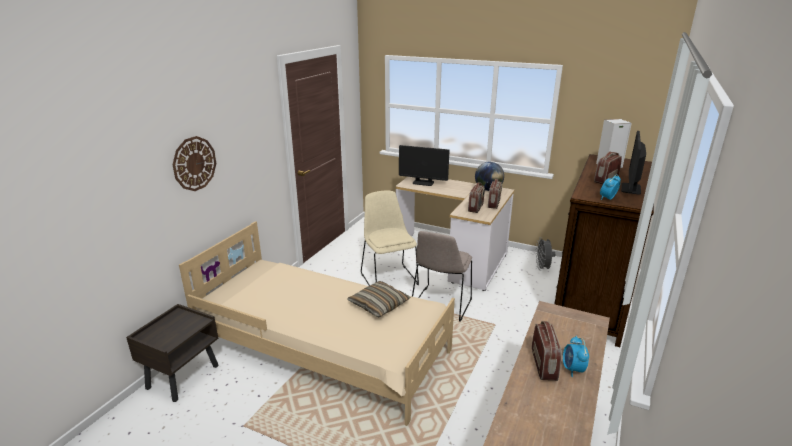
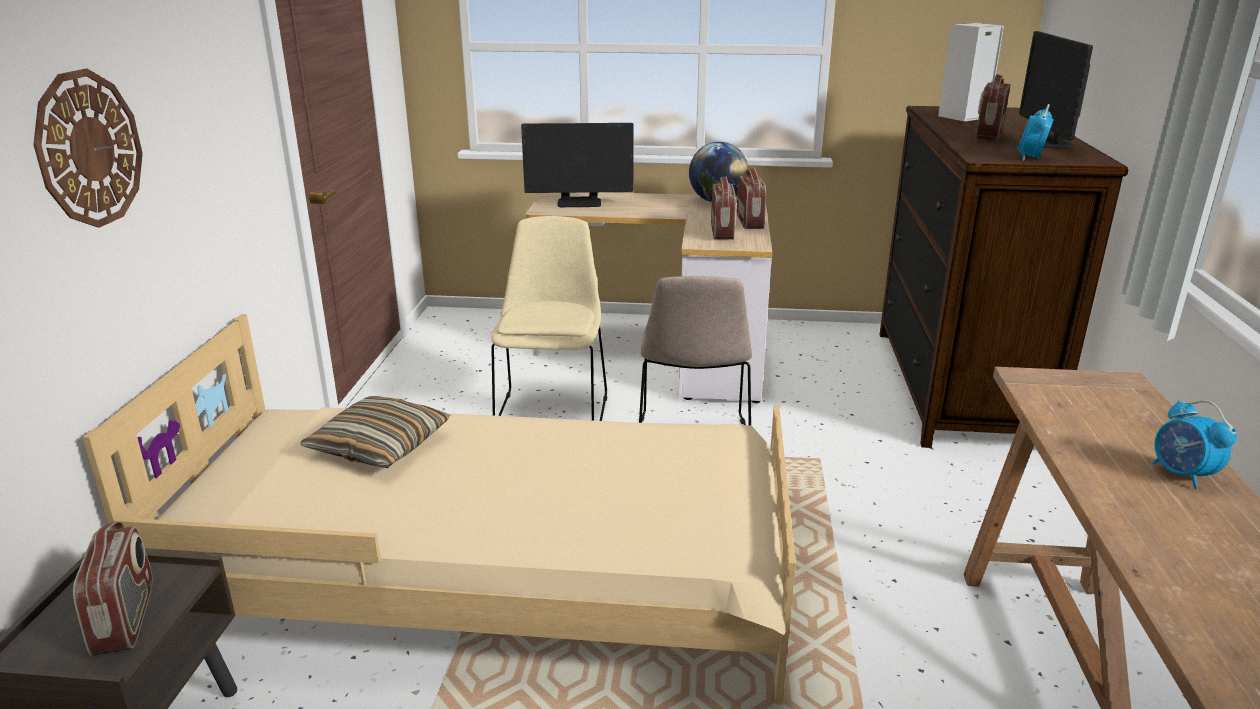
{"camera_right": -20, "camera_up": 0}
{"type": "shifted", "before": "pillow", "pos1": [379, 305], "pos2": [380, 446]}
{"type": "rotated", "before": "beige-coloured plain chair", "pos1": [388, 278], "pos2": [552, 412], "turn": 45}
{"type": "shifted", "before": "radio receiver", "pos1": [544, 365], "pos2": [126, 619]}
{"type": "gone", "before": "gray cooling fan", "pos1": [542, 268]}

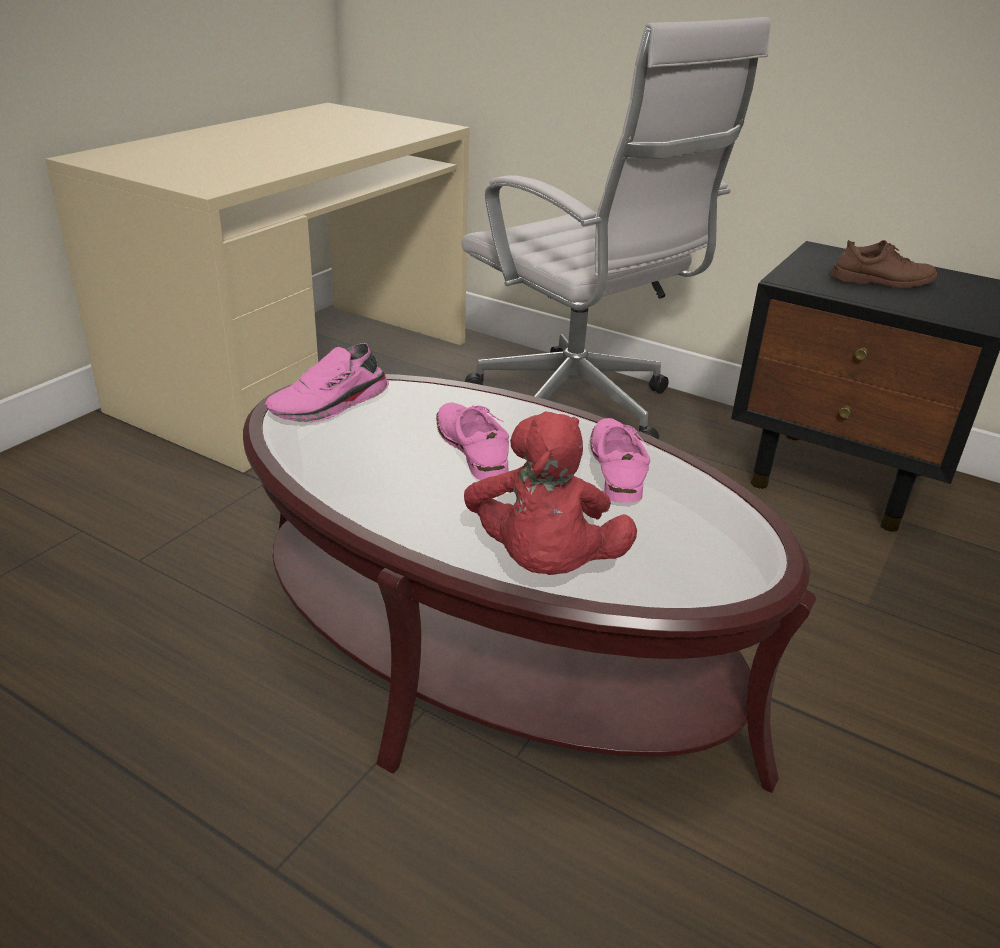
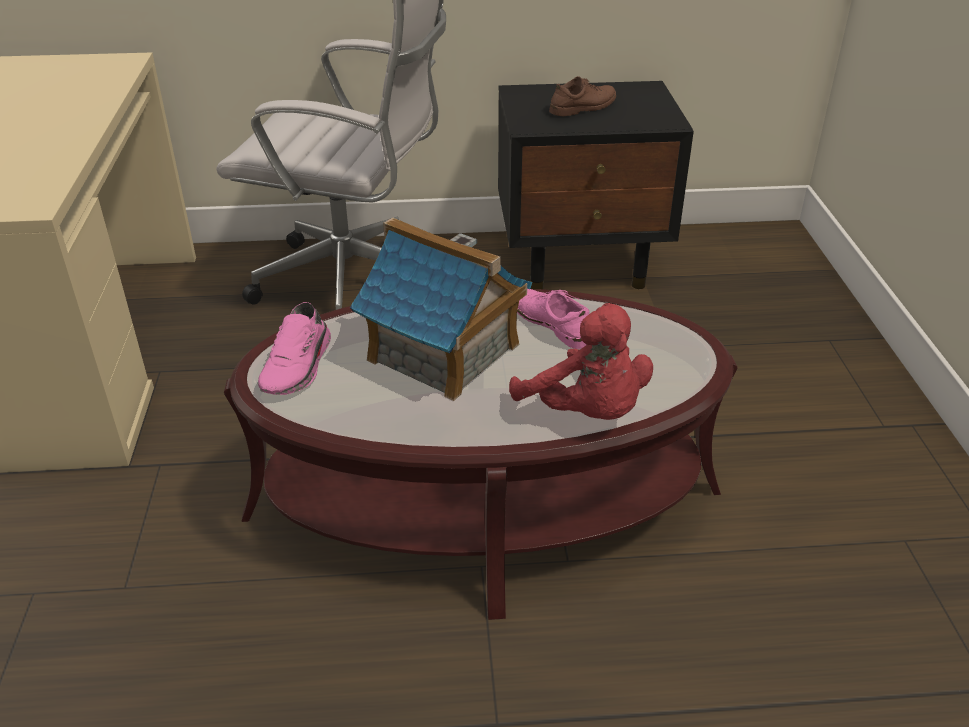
{"camera_right": -35, "camera_up": 5}
{"type": "swapped", "before": "pink-coloured shoe", "after": "model house", "pos1": [471, 448], "pos2": [444, 353]}

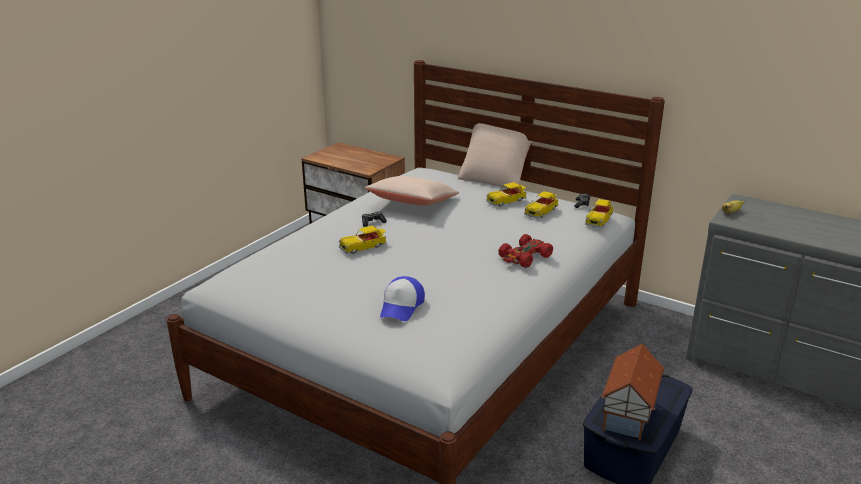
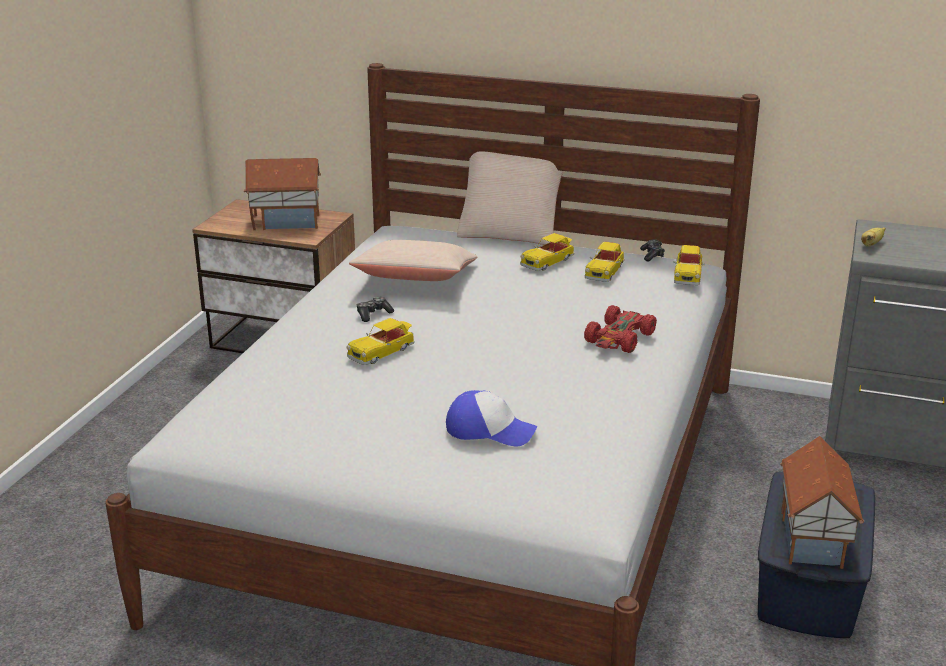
{"camera_right": -15, "camera_up": 0}
{"type": "rotated", "before": "peaked cap", "pos1": [402, 306], "pos2": [489, 430], "turn": -75}
{"type": "new", "after": "model house", "pos2": [285, 221]}

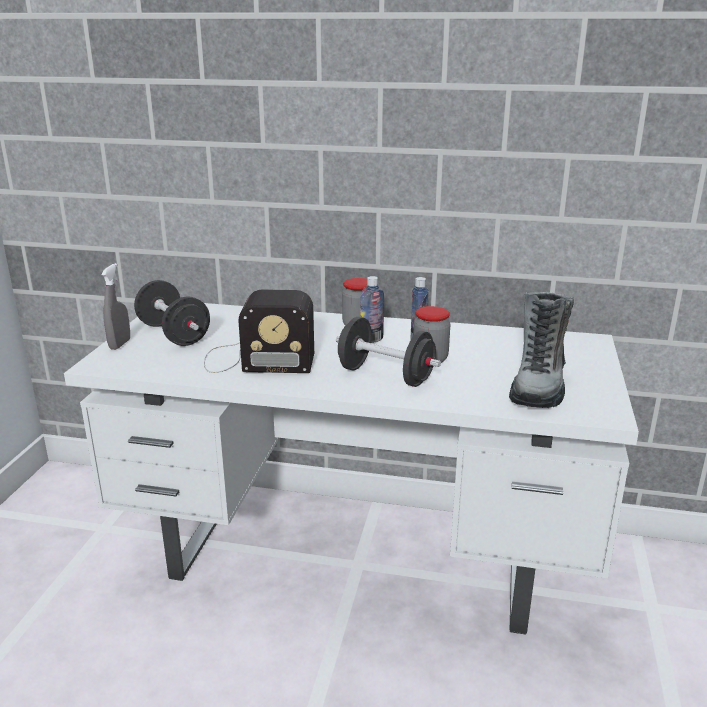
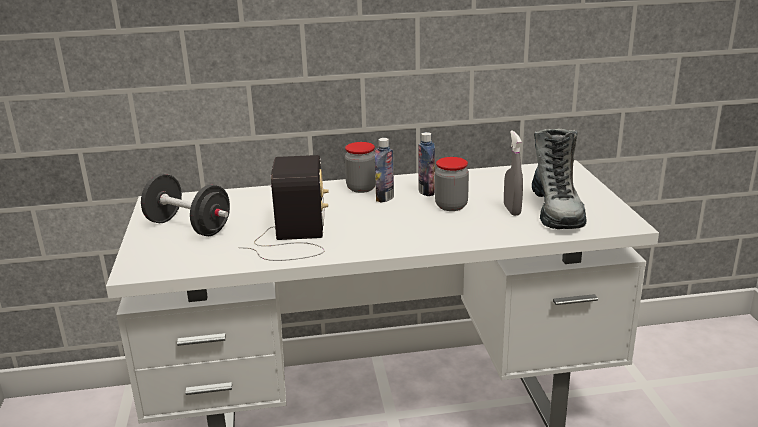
{"camera_right": -20, "camera_up": 0}
{"type": "shifted", "before": "gray sprayer", "pos1": [120, 344], "pos2": [512, 210]}
{"type": "rotated", "before": "radio receiver", "pos1": [255, 360], "pos2": [294, 236], "turn": -75}
{"type": "gone", "before": "blackish free weight", "pos1": [386, 375]}

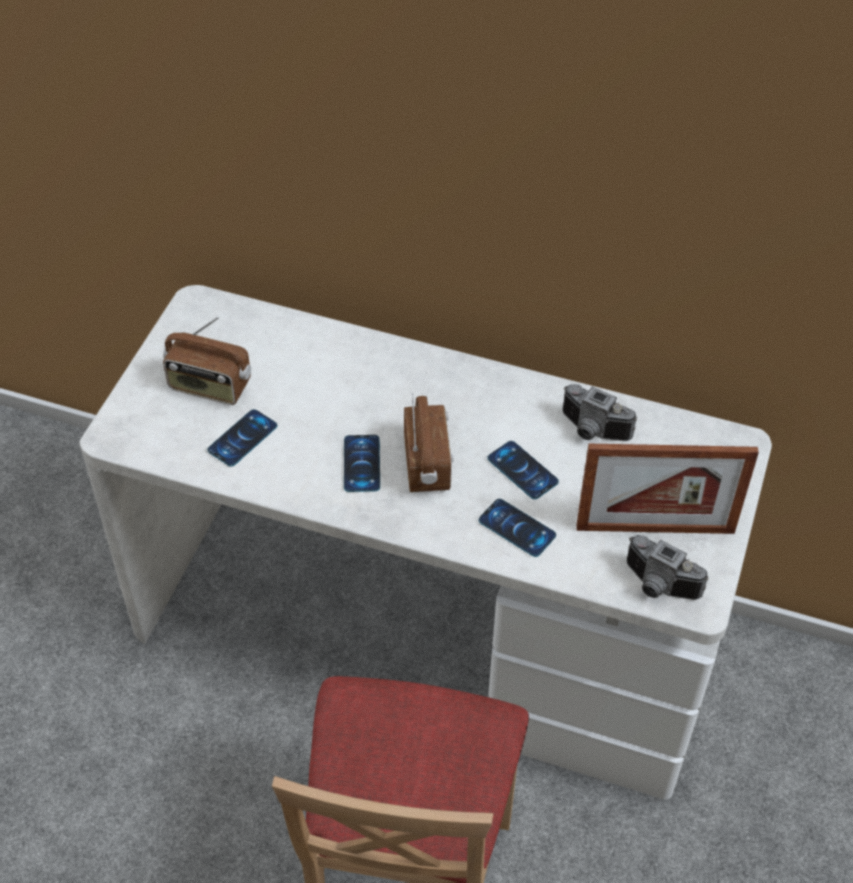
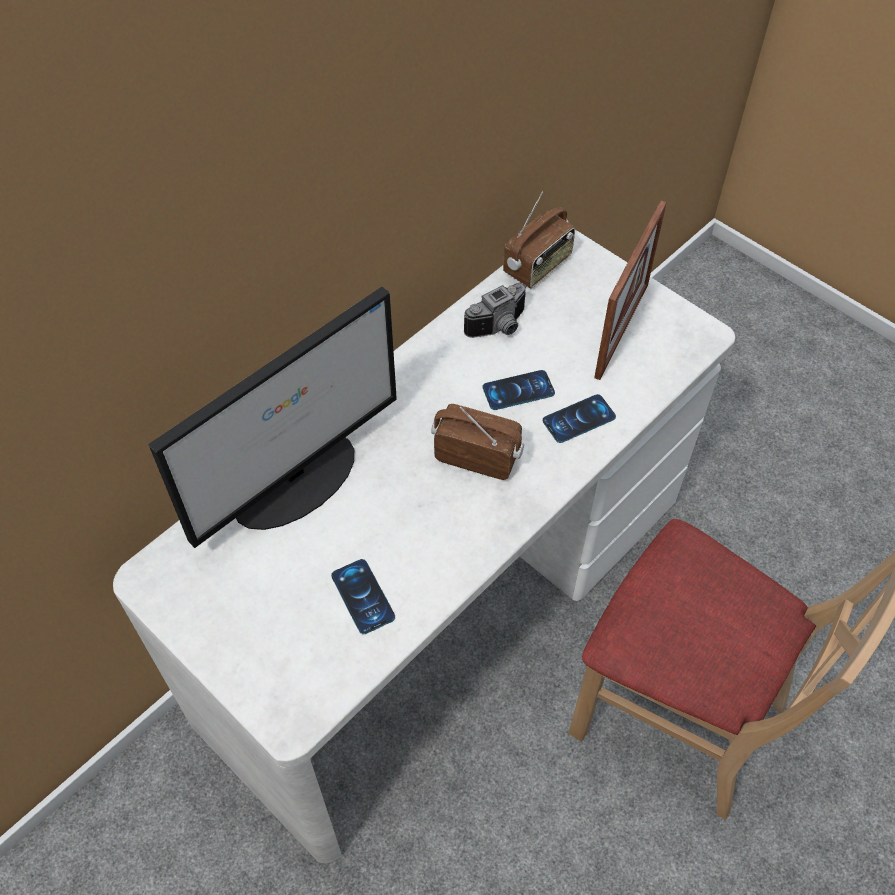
{"camera_right": -65, "camera_up": 5}
{"type": "shifted", "before": "radio receiver", "pos1": [209, 387], "pos2": [538, 266]}
{"type": "gone", "before": "phone", "pos1": [361, 463]}
{"type": "gone", "before": "photo camera", "pos1": [657, 586]}
{"type": "new", "after": "computer screen", "pos2": [297, 479]}

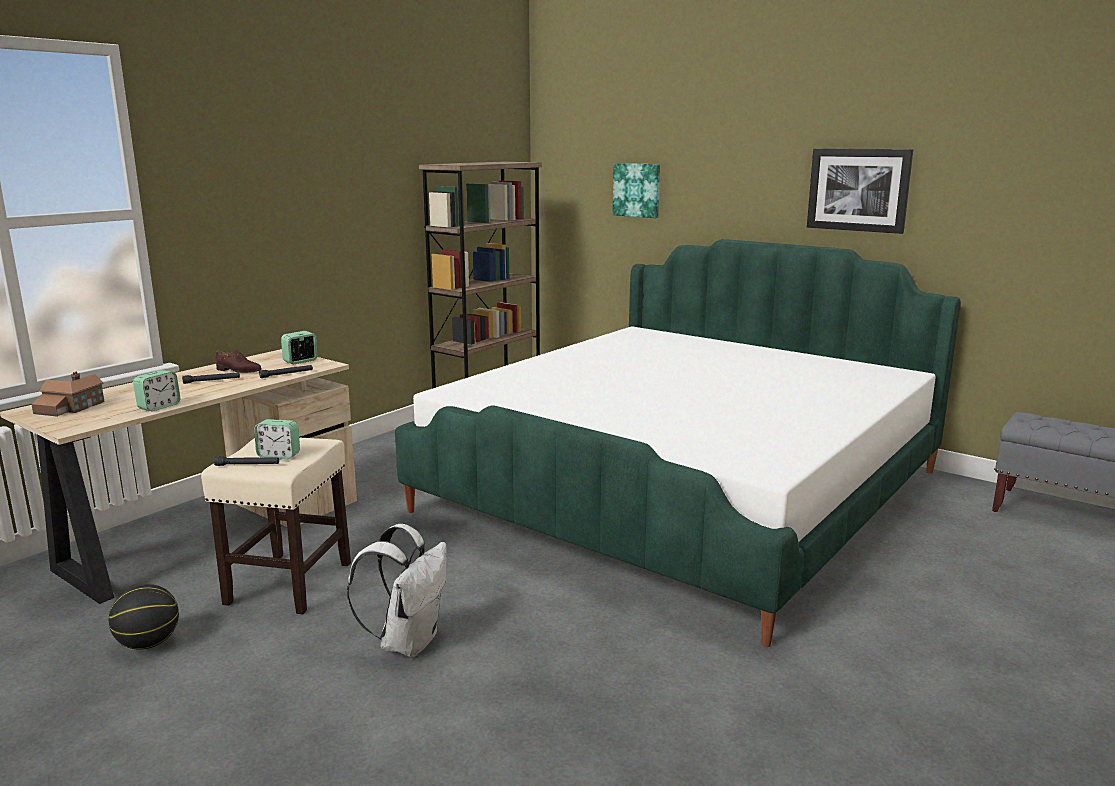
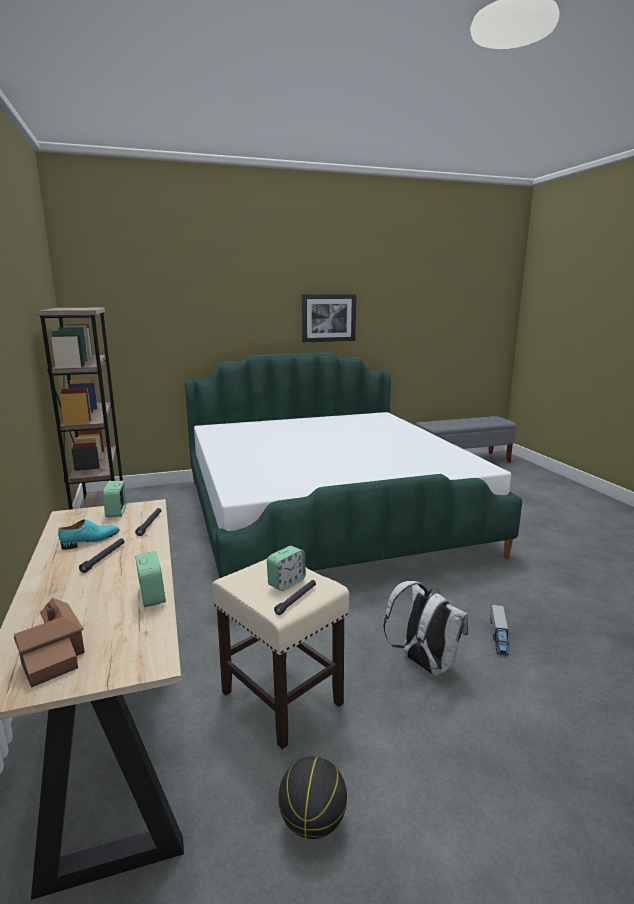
{"camera_right": -55, "camera_up": 0}
{"type": "repainted", "before": "brownish shoe", "after": "turquoise shoe", "pos1": [238, 370], "pos2": [91, 541]}
{"type": "gone", "before": "picture", "pos1": [637, 190]}
{"type": "new", "after": "model truck", "pos2": [499, 636]}

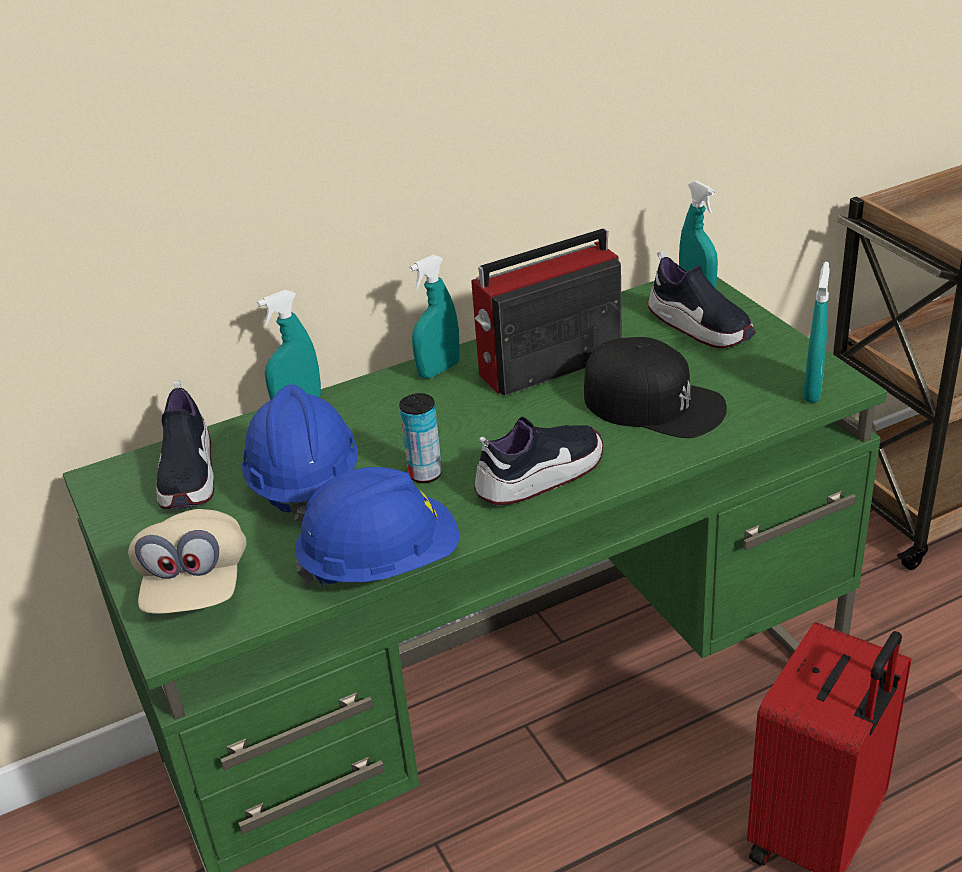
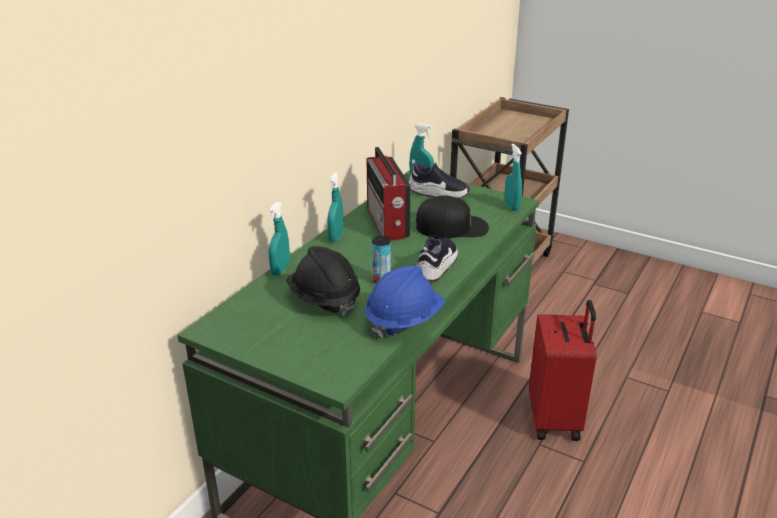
{"camera_right": -35, "camera_up": -5}
{"type": "gone", "before": "beige-coloured peaked cap", "pos1": [196, 586]}
{"type": "gone", "before": "shoe", "pos1": [188, 475]}
{"type": "repainted", "before": "blue work helmet", "after": "blackish work helmet", "pos1": [304, 481], "pos2": [324, 299]}
{"type": "rotated", "before": "radio receiver", "pos1": [547, 366], "pos2": [387, 223], "turn": -45}

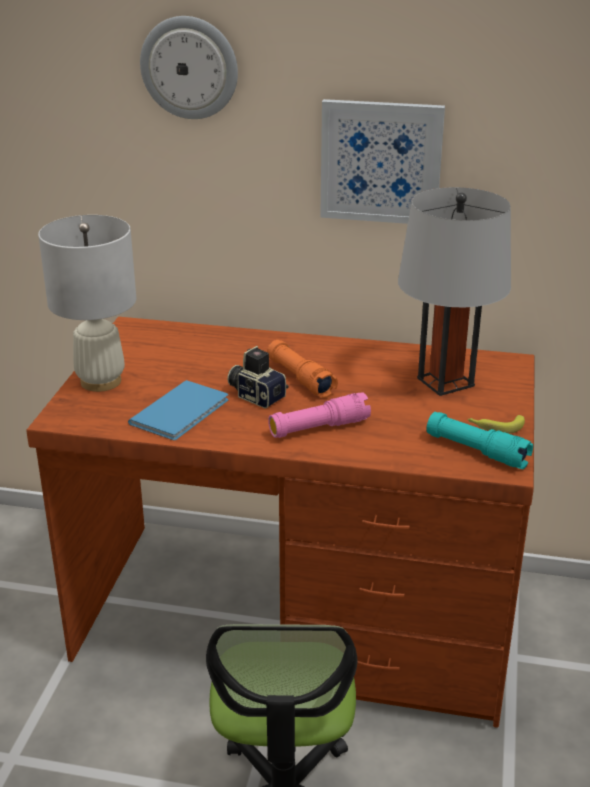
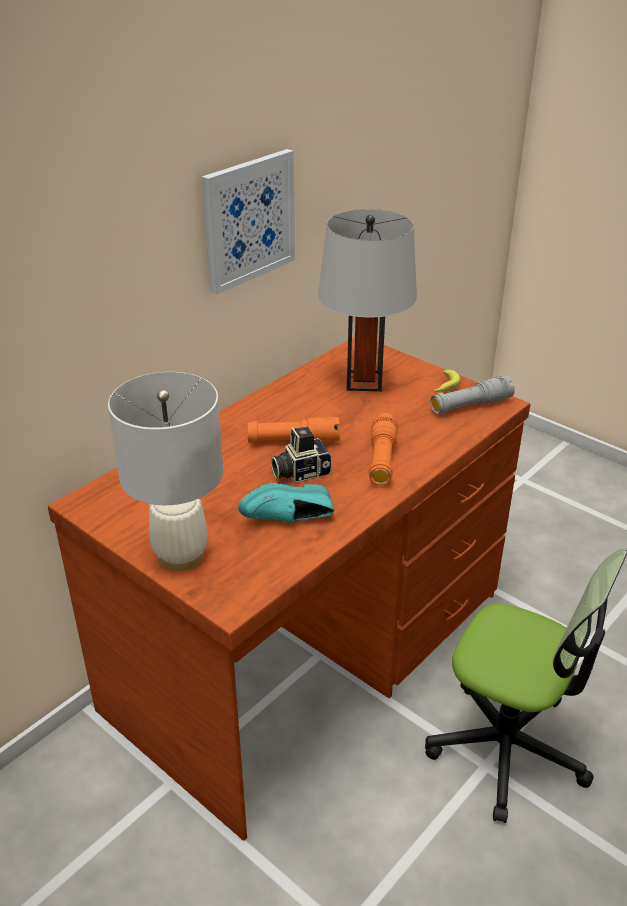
{"camera_right": -60, "camera_up": 5}
{"type": "swapped", "before": "blue bound book", "after": "turquoise shoe", "pos1": [183, 411], "pos2": [290, 520]}
{"type": "gone", "before": "hanging clock", "pos1": [189, 67]}
{"type": "repainted", "before": "pink-coloured hand torch", "after": "orange-coloured hand torch", "pos1": [319, 428], "pos2": [382, 459]}
{"type": "repainted", "before": "turquoise hand torch", "after": "gray hand torch", "pos1": [476, 451], "pos2": [470, 406]}

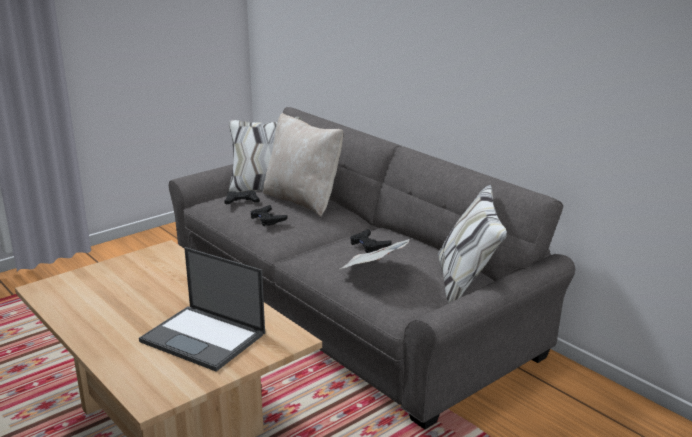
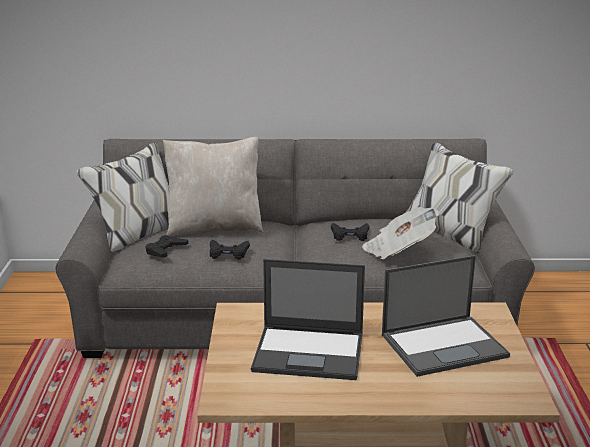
{"camera_right": -50, "camera_up": 0}
{"type": "new", "after": "notebook computer", "pos2": [310, 353]}

